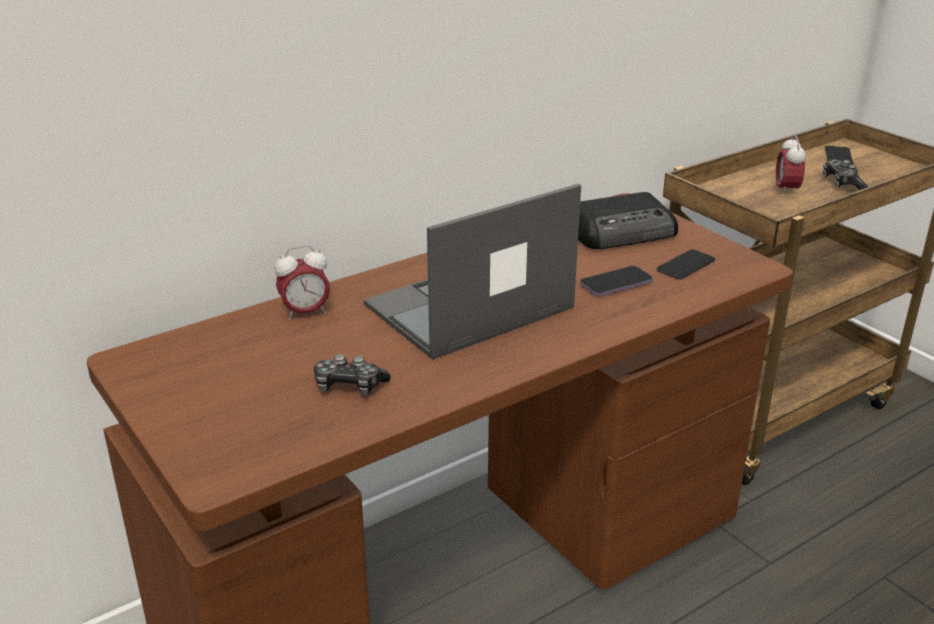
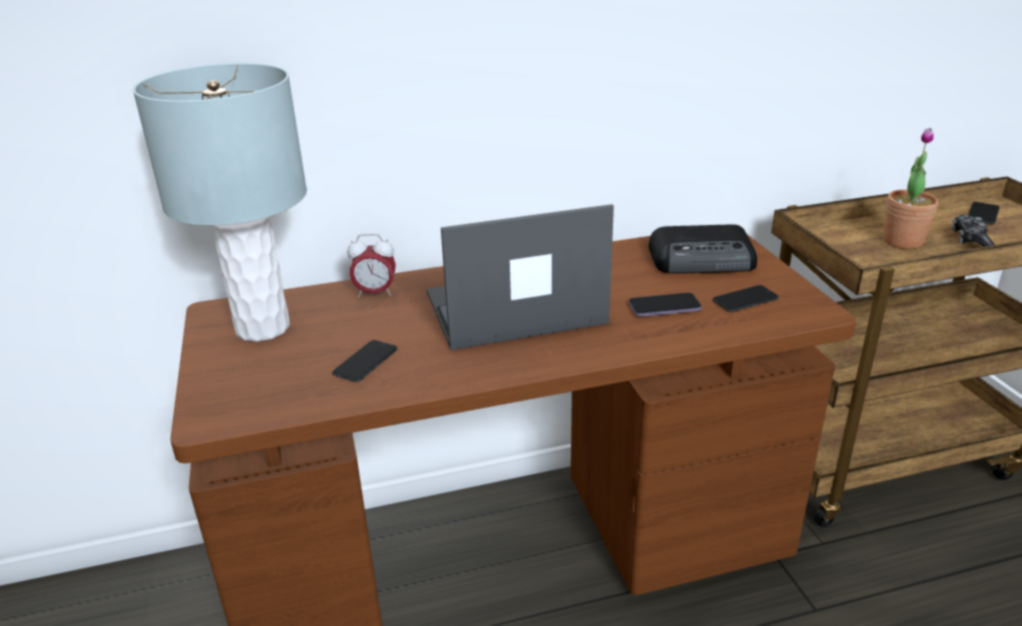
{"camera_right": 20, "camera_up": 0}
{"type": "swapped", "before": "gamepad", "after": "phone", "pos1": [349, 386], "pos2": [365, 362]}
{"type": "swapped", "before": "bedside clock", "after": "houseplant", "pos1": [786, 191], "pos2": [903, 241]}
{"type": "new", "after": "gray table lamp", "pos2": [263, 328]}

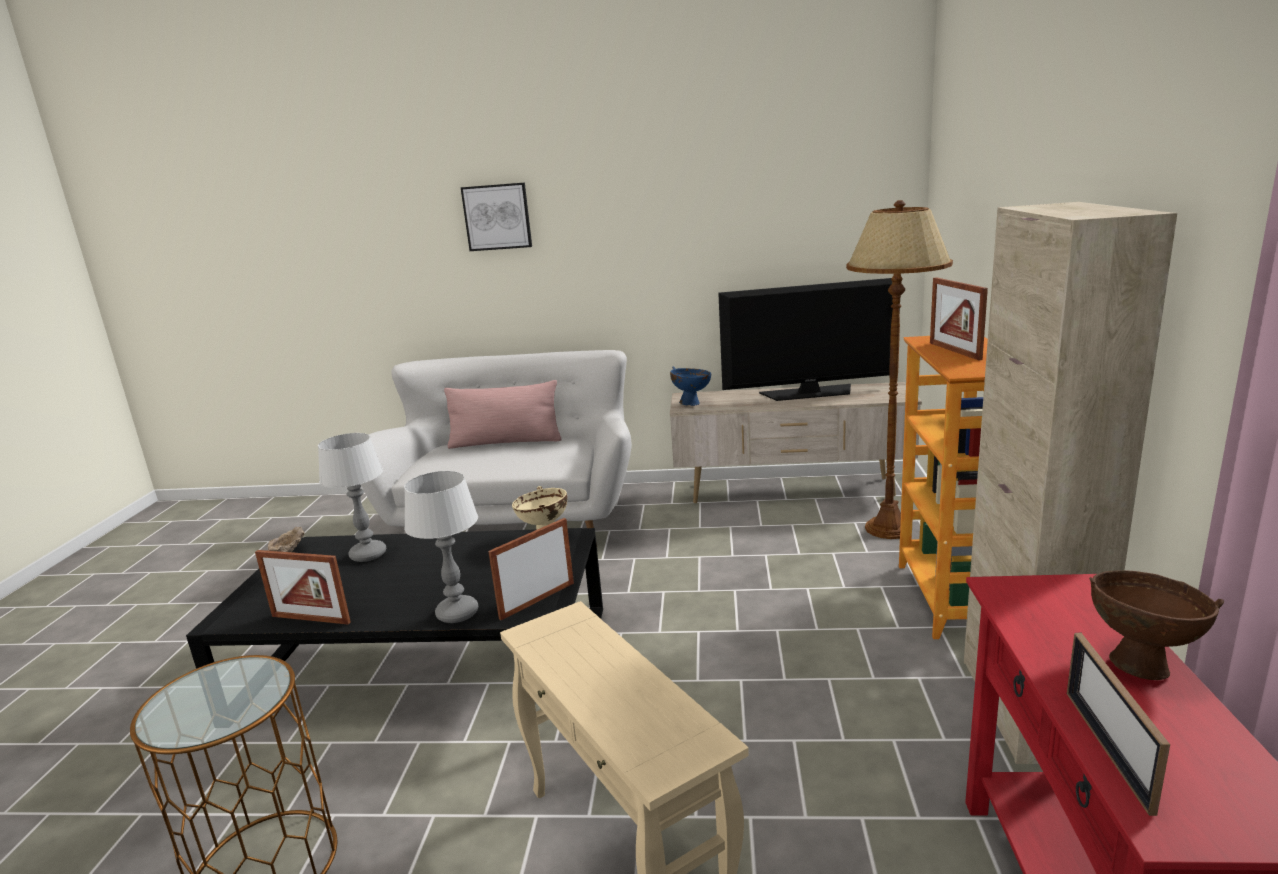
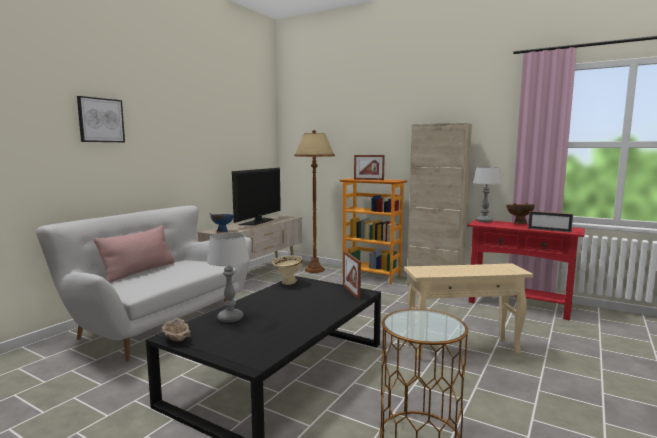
{"camera_right": -65, "camera_up": -10}
{"type": "gone", "before": "picture frame", "pos1": [310, 619]}
{"type": "shifted", "before": "table lamp", "pos1": [456, 614], "pos2": [484, 221]}

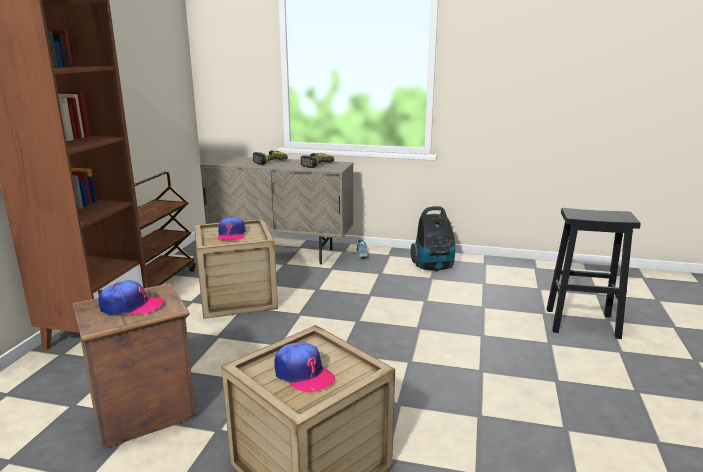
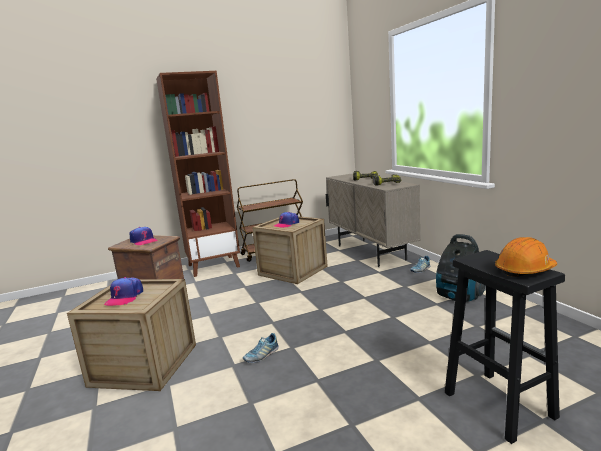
{"camera_right": 55, "camera_up": -5}
{"type": "new", "after": "shoe", "pos2": [261, 355]}
{"type": "new", "after": "orange-coloured work helmet", "pos2": [524, 270]}

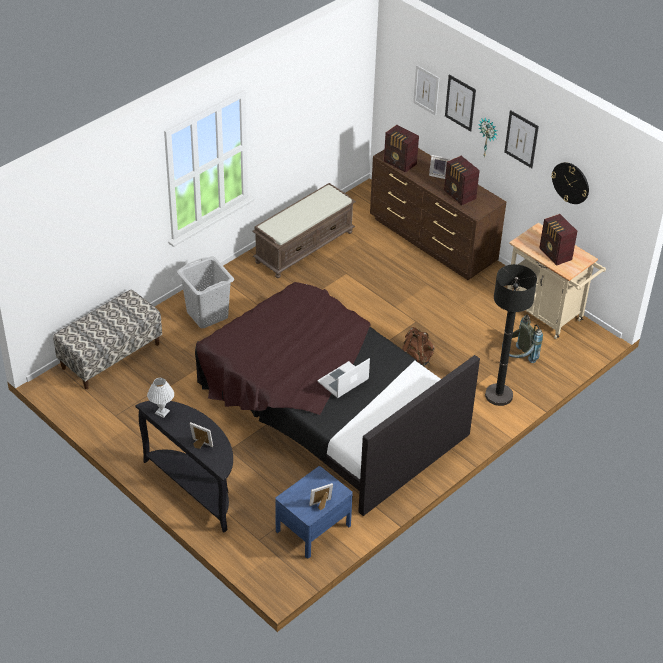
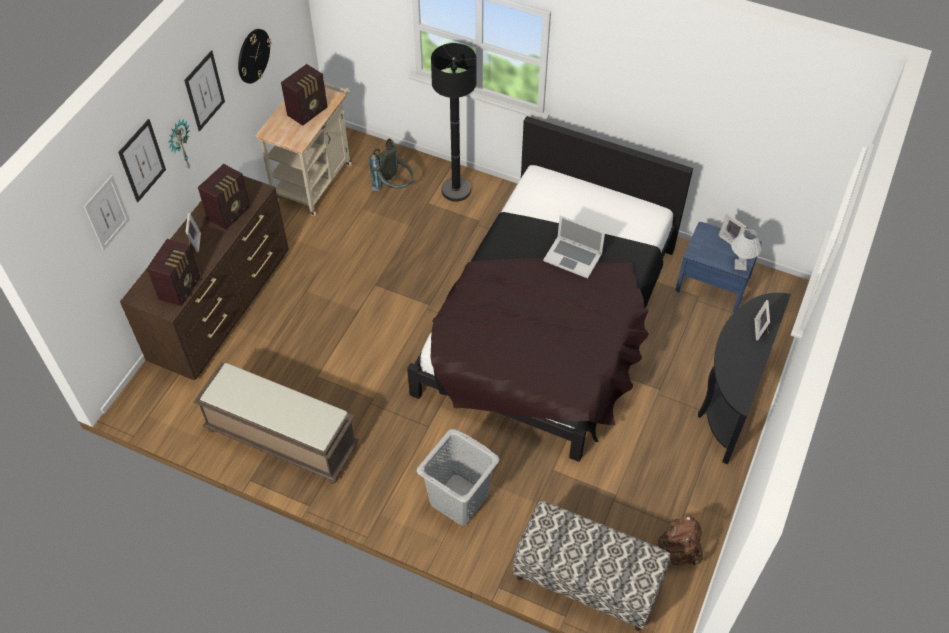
{"camera_right": -110, "camera_up": 10}
{"type": "shifted", "before": "white-coloured table lamp", "pos1": [162, 412], "pos2": [740, 265]}
{"type": "shifted", "before": "brownish backpack", "pos1": [416, 359], "pos2": [679, 550]}

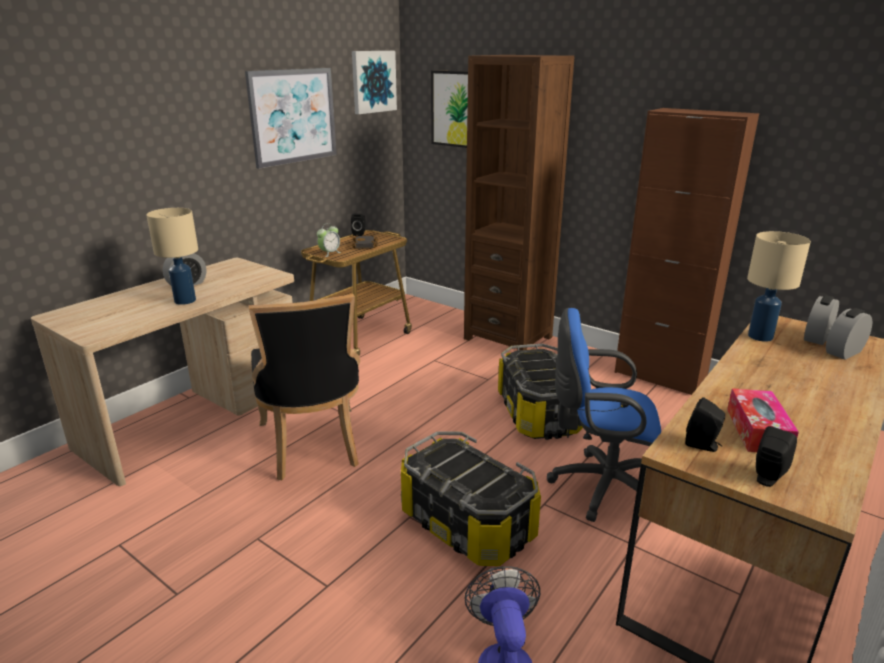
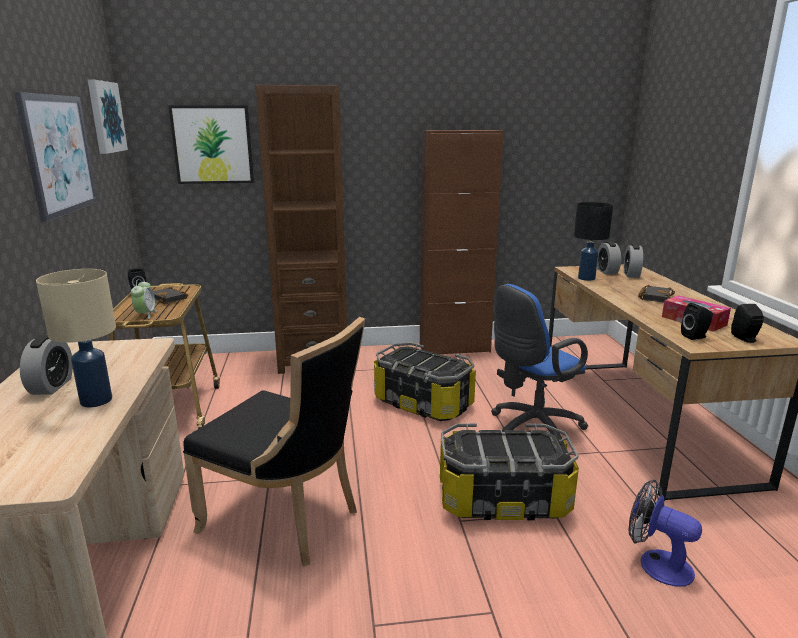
{"camera_right": -45, "camera_up": -5}
{"type": "repainted", "before": "beige-coloured table lamp", "after": "blackish table lamp", "pos1": [759, 336], "pos2": [586, 278]}
{"type": "new", "after": "blackish bound book", "pos2": [654, 297]}

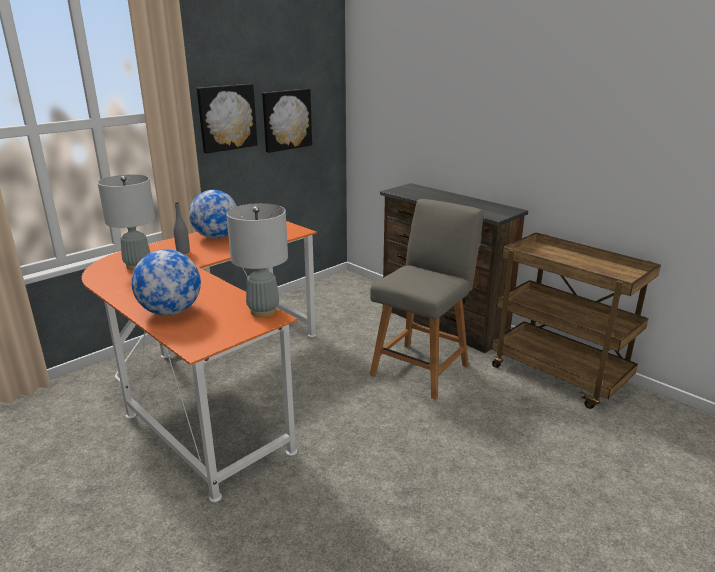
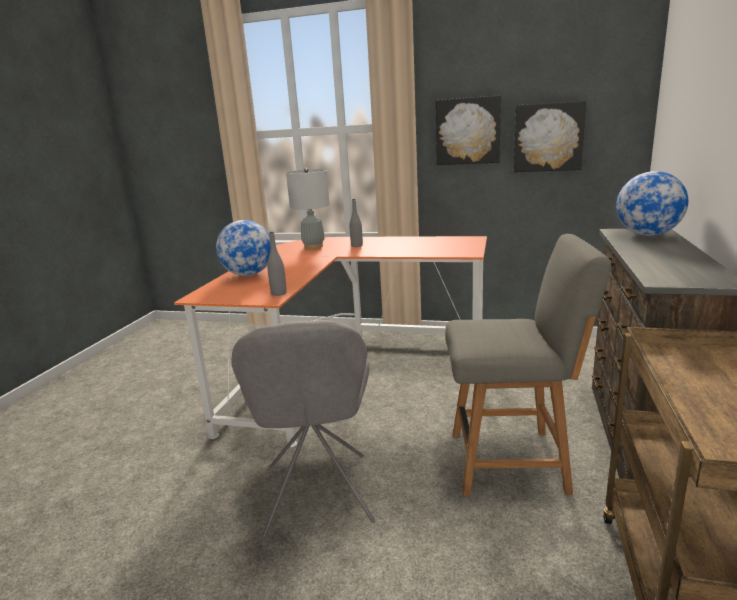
{"camera_right": 60, "camera_up": -5}
{"type": "shifted", "before": "globe", "pos1": [216, 237], "pos2": [647, 235]}
{"type": "swapped", "before": "gray table lamp", "after": "gray bottle", "pos1": [263, 311], "pos2": [279, 293]}
{"type": "new", "after": "gray plain chair", "pos2": [317, 497]}

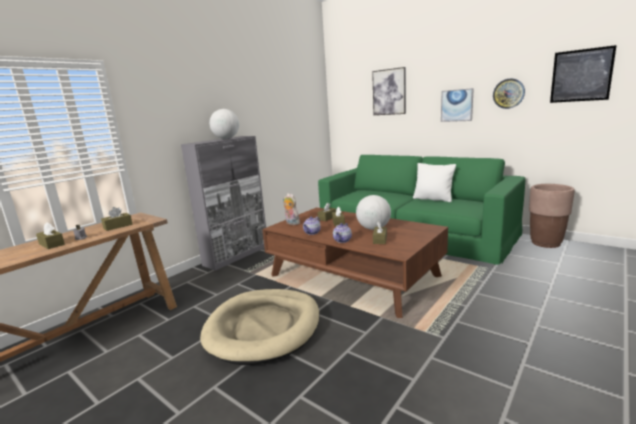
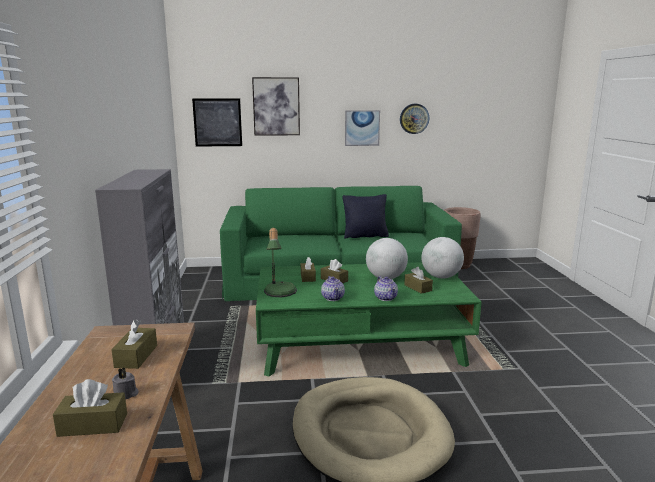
{"camera_right": -45, "camera_up": 0}
{"type": "shifted", "before": "globe", "pos1": [226, 138], "pos2": [441, 277]}
{"type": "repainted", "before": "brownish coffee table", "after": "green-coloured coffee table", "pos1": [353, 276], "pos2": [360, 343]}
{"type": "swapped", "before": "soft toy", "after": "table lamp", "pos1": [291, 223], "pos2": [279, 293]}
{"type": "repainted", "before": "white-coloured pillow", "after": "blackish pillow", "pos1": [433, 199], "pos2": [365, 236]}
{"type": "shifted", "before": "picture", "pos1": [581, 75], "pos2": [217, 122]}

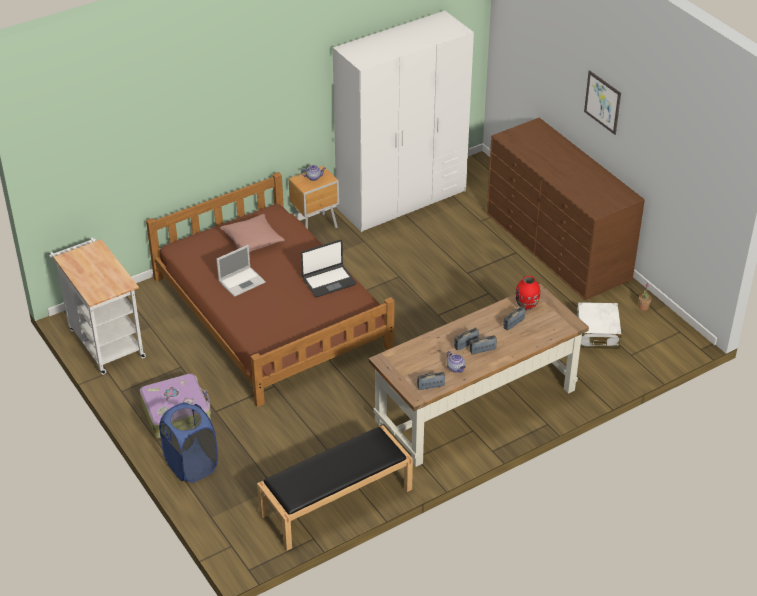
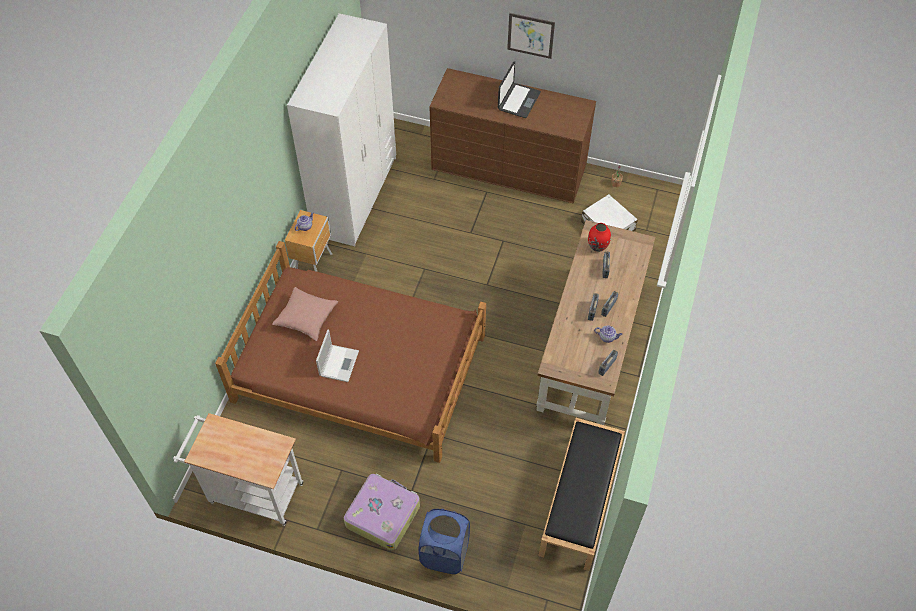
{"camera_right": -40, "camera_up": 15}
{"type": "shifted", "before": "notebook computer", "pos1": [328, 281], "pos2": [518, 101]}

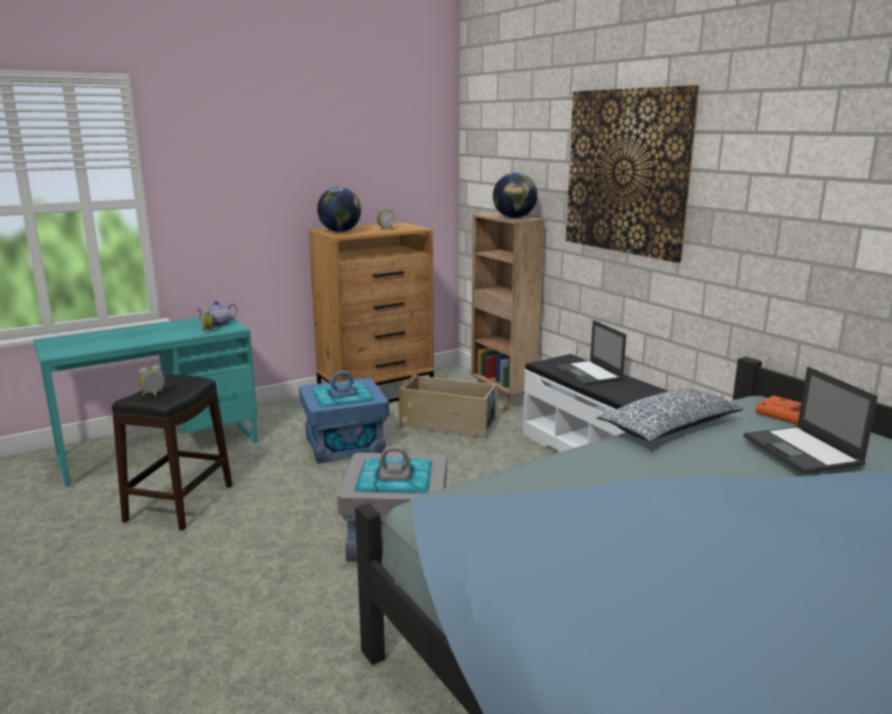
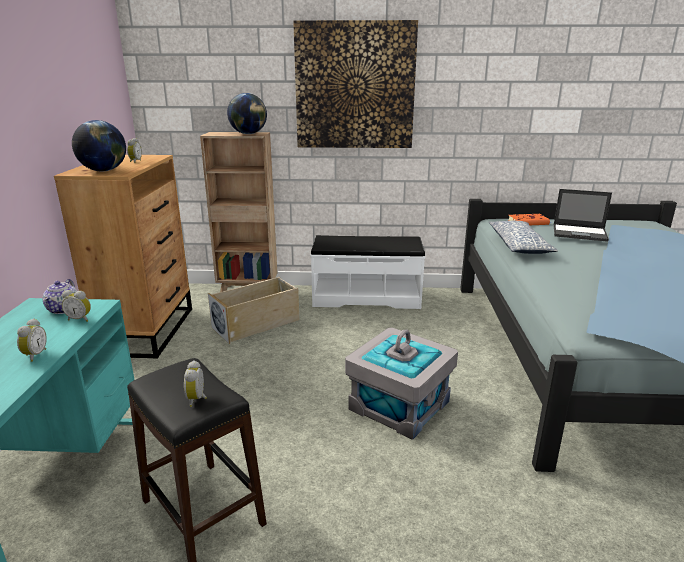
{"camera_right": -55, "camera_up": 5}
{"type": "gone", "before": "blue storage box", "pos1": [345, 444]}
{"type": "gone", "before": "notebook computer", "pos1": [588, 373]}
{"type": "new", "after": "bedside clock", "pos2": [34, 355]}

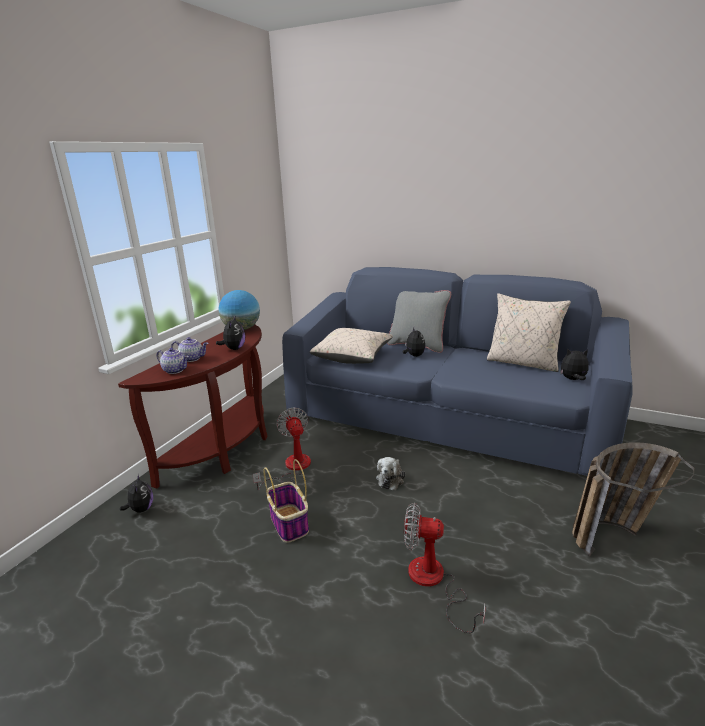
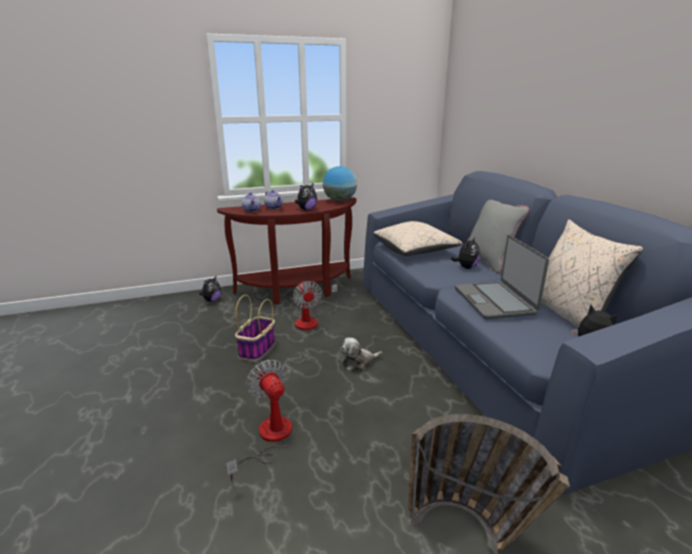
{"camera_right": 45, "camera_up": 0}
{"type": "rotated", "before": "cooling fan", "pos1": [291, 468], "pos2": [312, 320], "turn": 135}
{"type": "new", "after": "notebook computer", "pos2": [494, 301]}

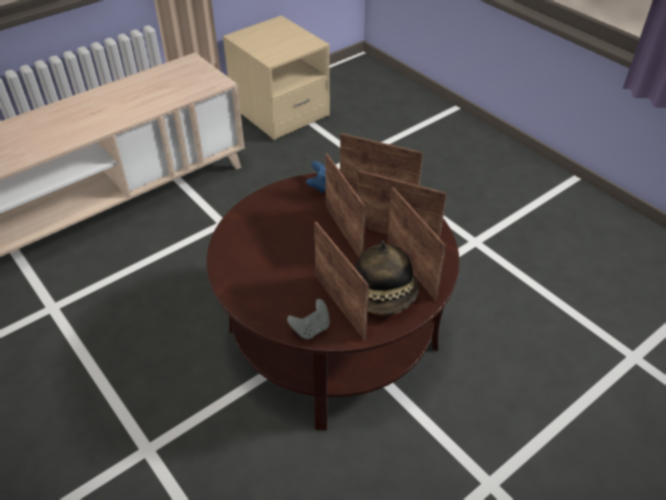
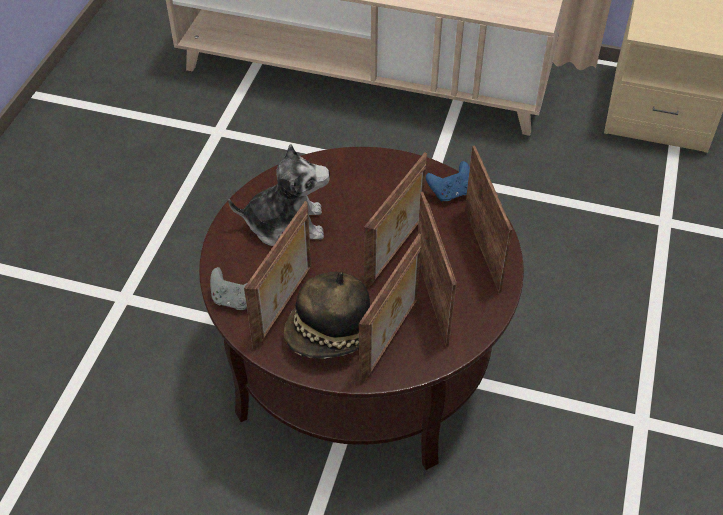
{"camera_right": 55, "camera_up": 5}
{"type": "new", "after": "soft toy", "pos2": [286, 224]}

